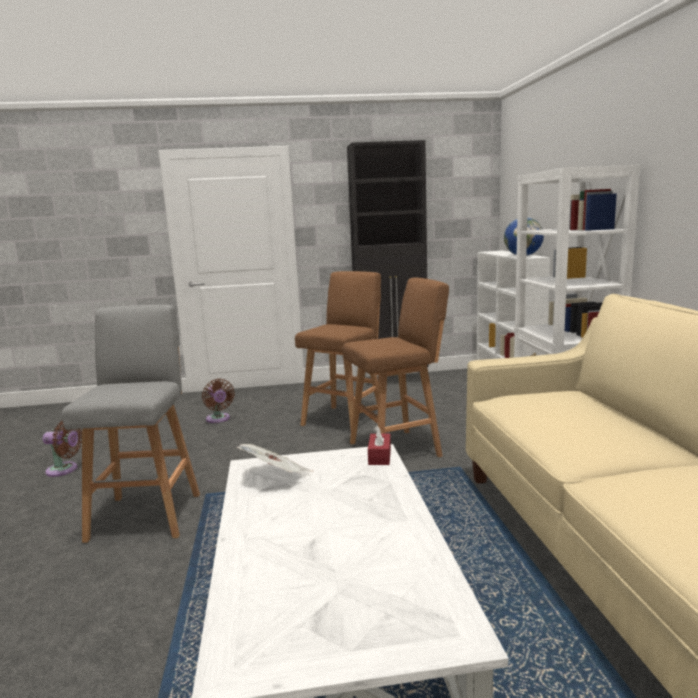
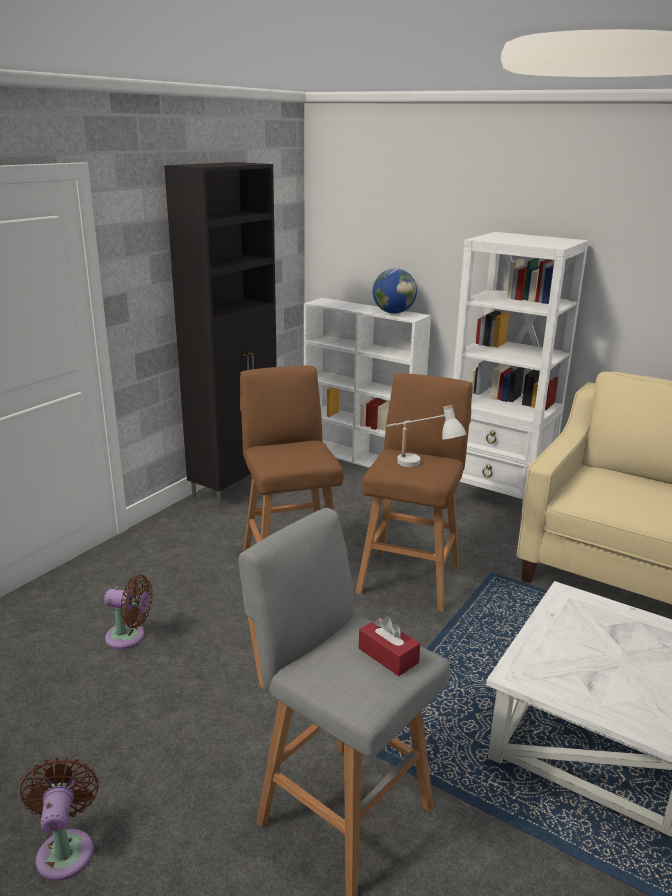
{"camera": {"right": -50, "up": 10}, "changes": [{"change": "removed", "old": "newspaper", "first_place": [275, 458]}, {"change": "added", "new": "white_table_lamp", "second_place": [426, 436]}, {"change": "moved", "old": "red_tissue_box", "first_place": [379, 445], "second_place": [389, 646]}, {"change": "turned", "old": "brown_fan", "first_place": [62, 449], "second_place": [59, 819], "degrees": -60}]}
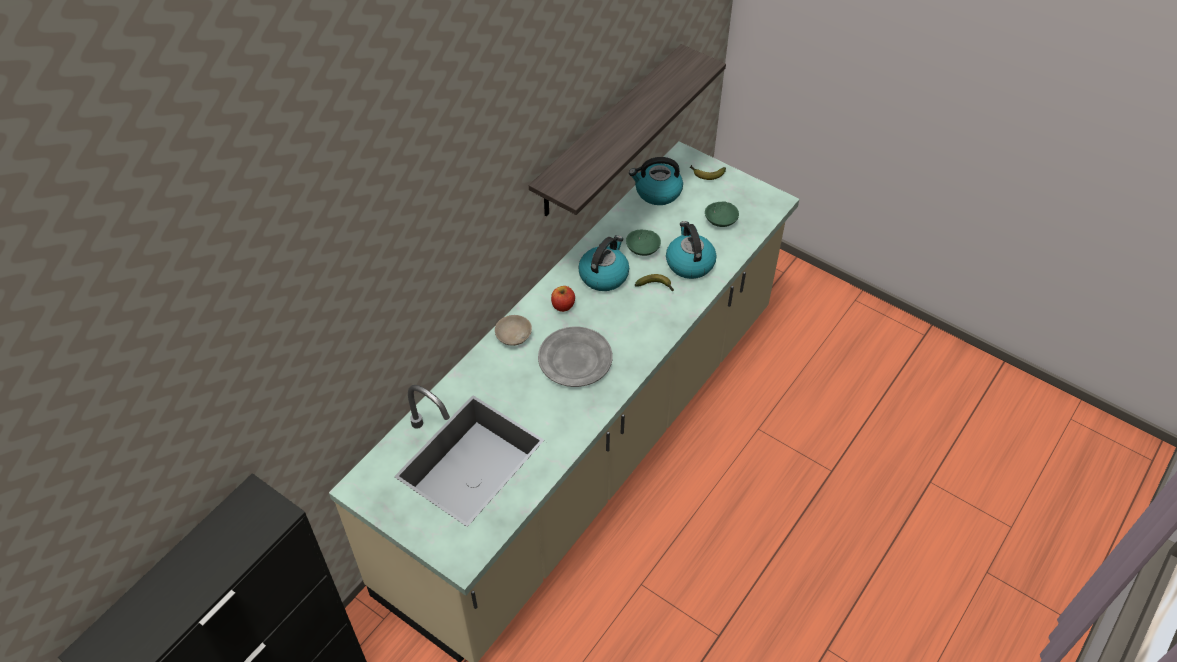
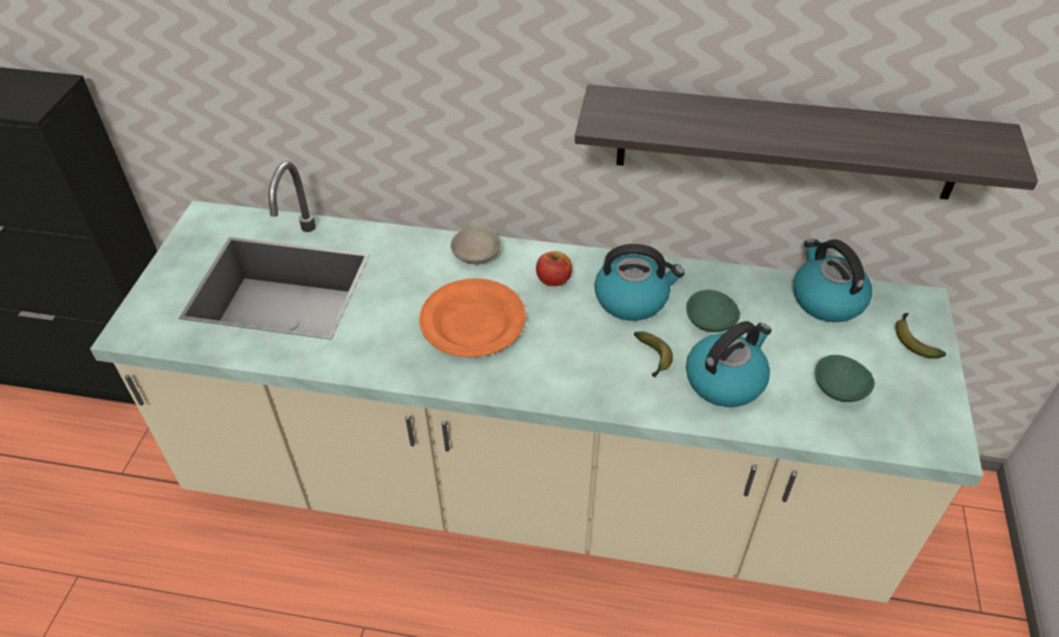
{"camera": {"right": 65, "up": -5}, "changes": [{"change": "recoloured", "old": "grey_plate", "new": "orange_plate", "first_place": [575, 357], "second_place": [472, 317]}]}
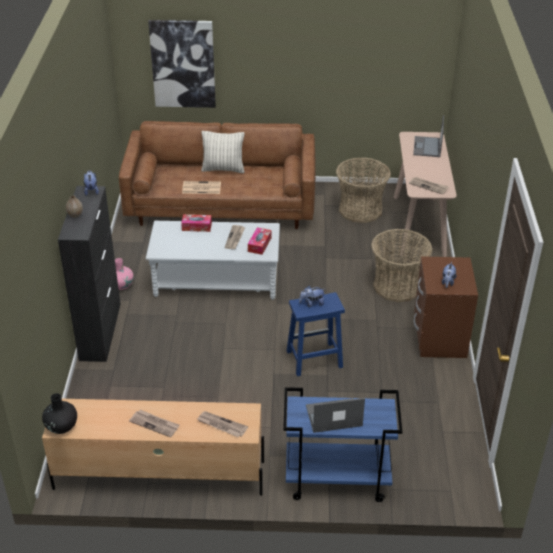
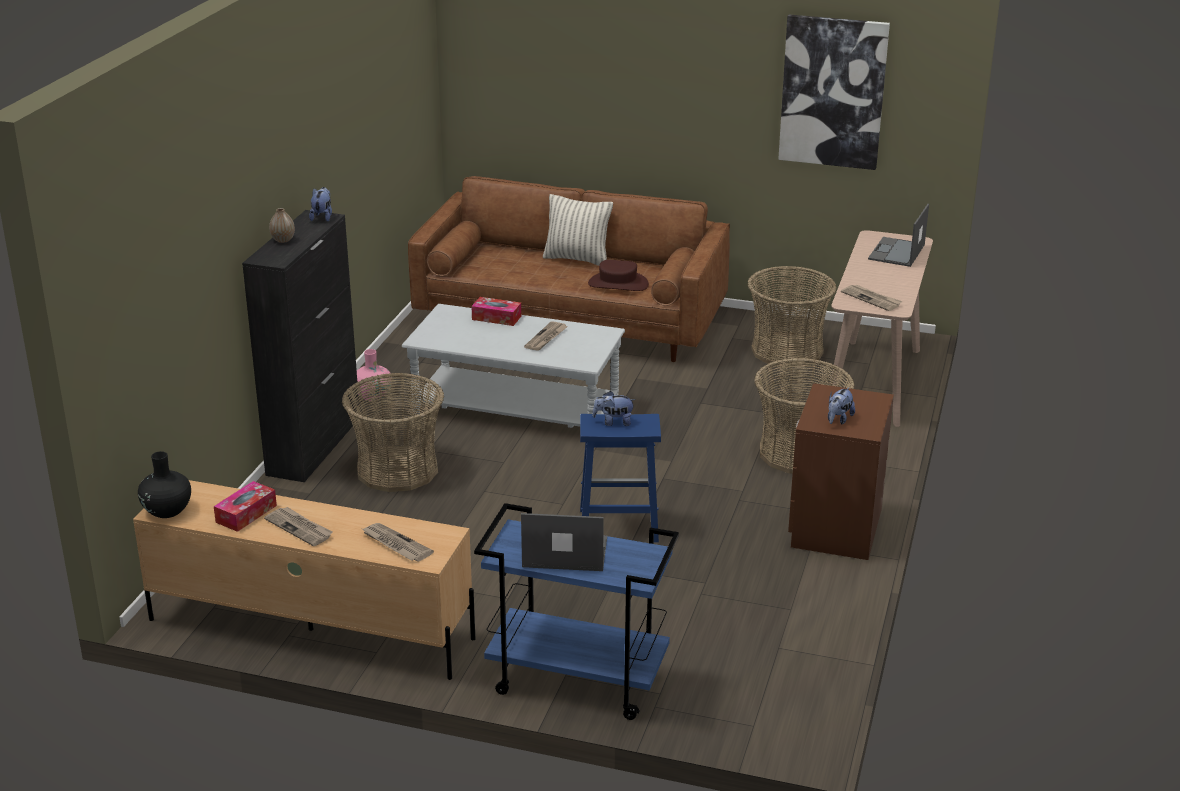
{"camera": {"right": 15, "up": -10}, "changes": [{"change": "removed", "old": "newspaper", "first_place": [201, 187]}, {"change": "added", "new": "basket", "second_place": [393, 432]}, {"change": "added", "new": "brown_hat", "second_place": [618, 275]}, {"change": "moved", "old": "picture", "first_place": [182, 64], "second_place": [834, 92]}, {"change": "moved", "old": "tissue_box", "first_place": [260, 241], "second_place": [245, 506]}]}
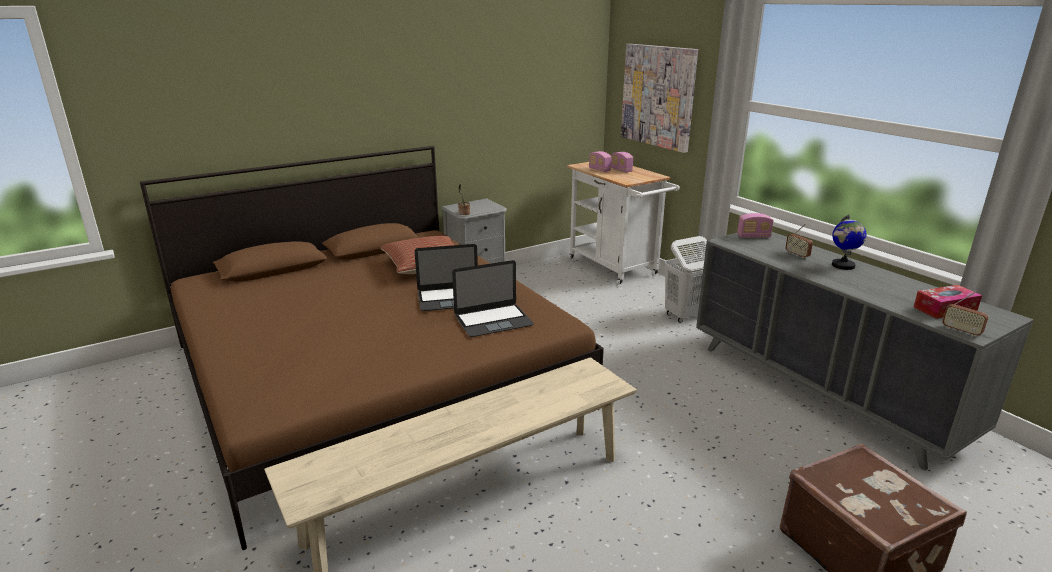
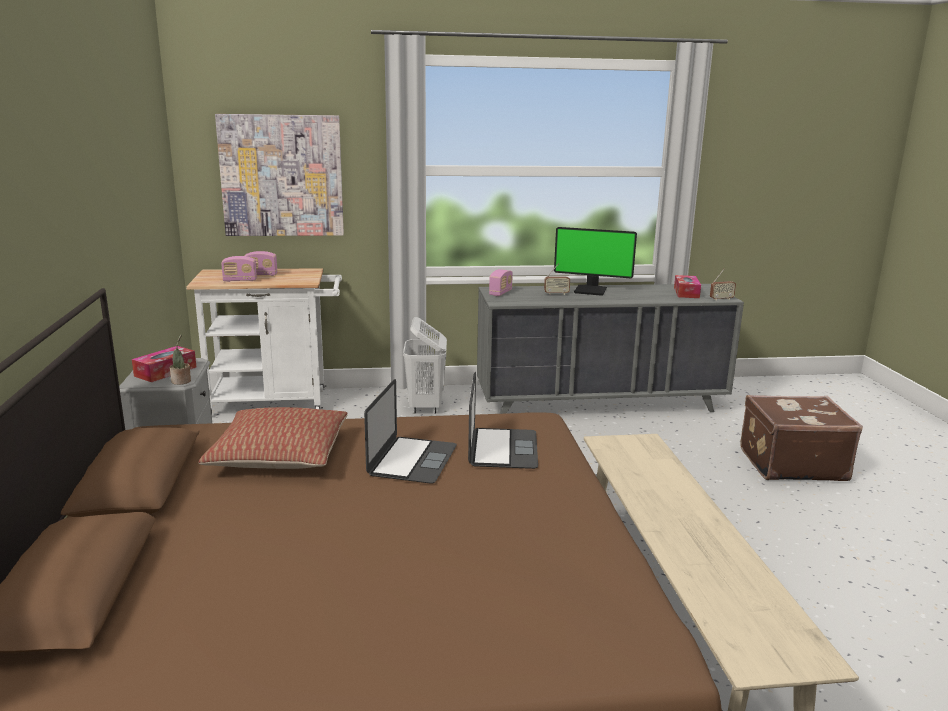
{"camera": {"right": -65, "up": -5}, "changes": [{"change": "added", "new": "tissue_box", "second_place": [164, 364]}, {"change": "replaced", "old": "globe", "new": "monitor", "first_place": [849, 242], "second_place": [595, 261]}]}
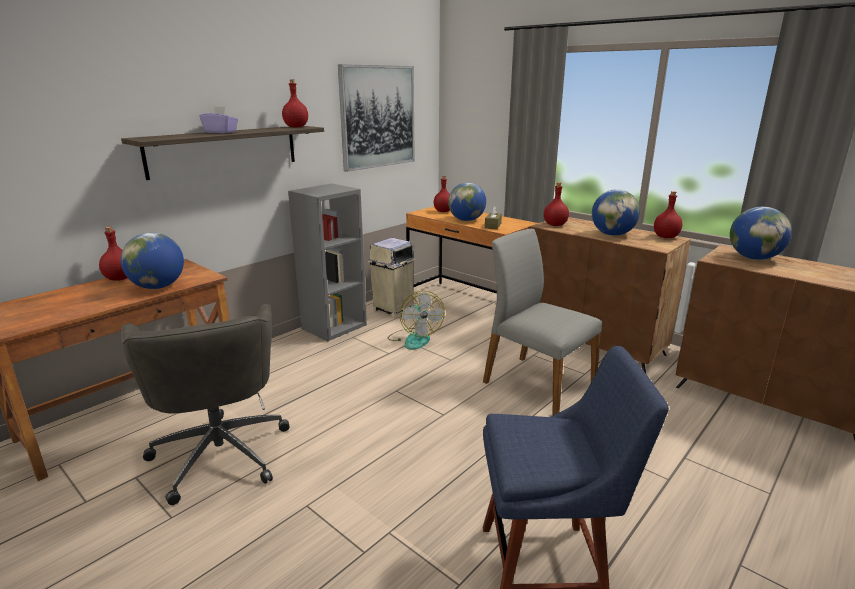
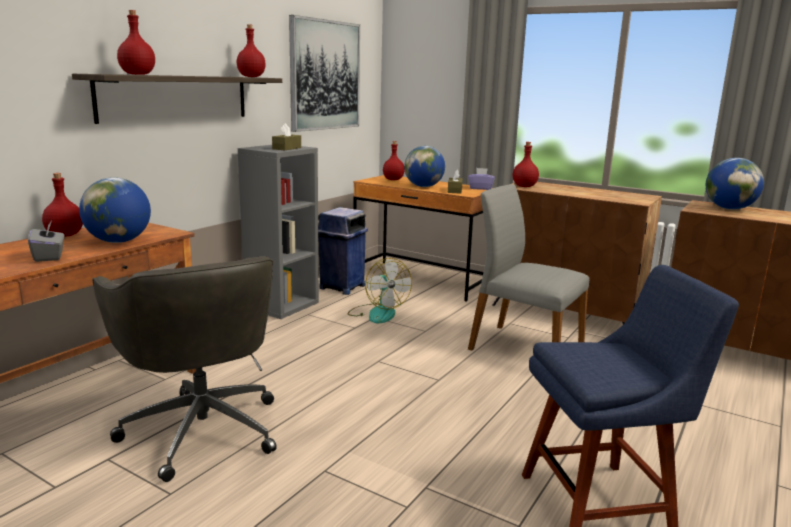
{"camera": {"right": -10, "up": -5}, "changes": [{"change": "removed", "old": "globe", "first_place": [616, 212]}, {"change": "added", "new": "grey_tissue_box", "second_place": [46, 241]}, {"change": "added", "new": "brown_tissue_box", "second_place": [286, 136]}, {"change": "moved", "old": "purple_tissue_box", "first_place": [219, 119], "second_place": [481, 179]}, {"change": "moved", "old": "red_bottle", "first_place": [668, 214], "second_place": [136, 42]}, {"change": "recoloured", "old": "beige_trash_can", "new": "blue_trash_can", "first_place": [391, 277], "second_place": [343, 251]}]}
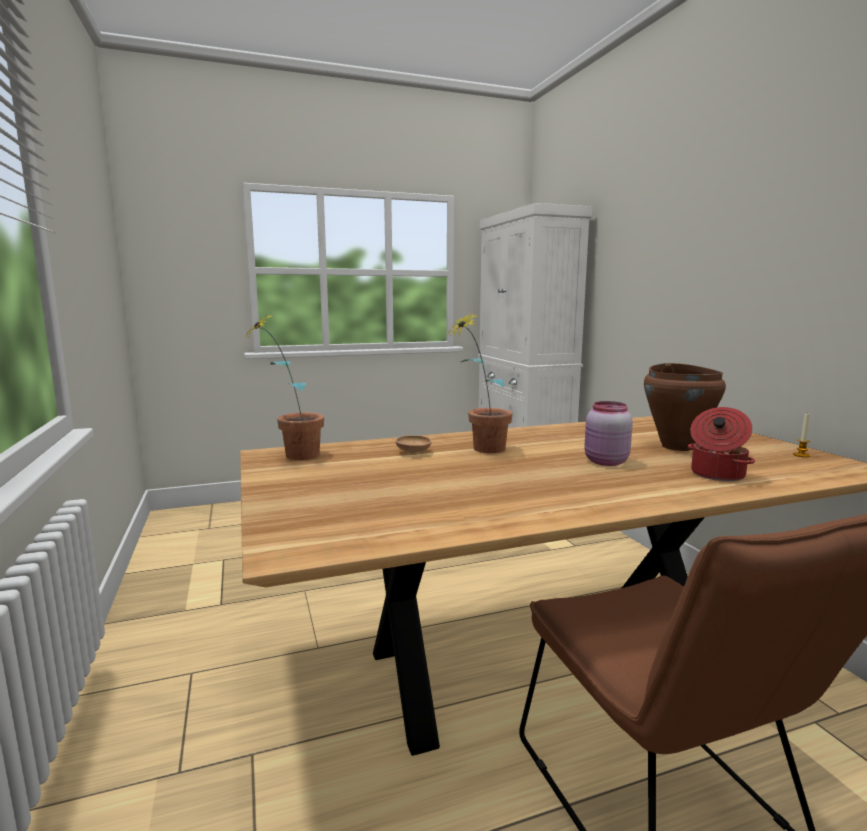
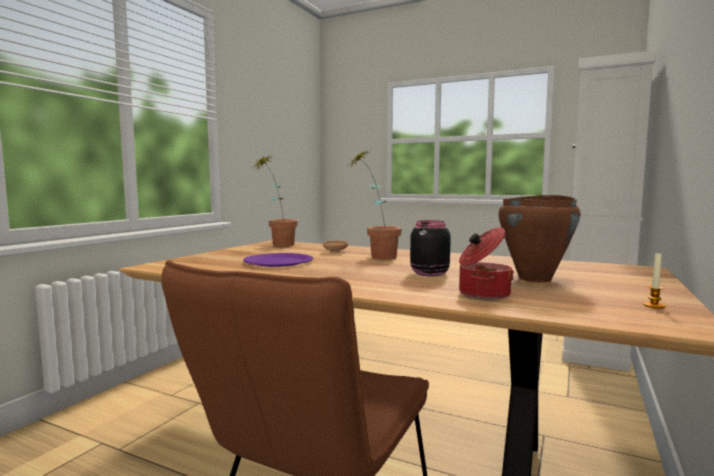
{"camera": {"right": 45, "up": -5}, "changes": [{"change": "added", "new": "purple_plate", "second_place": [278, 260]}, {"change": "recoloured", "old": "pink_jar", "new": "black_jar", "first_place": [608, 433], "second_place": [430, 248]}]}
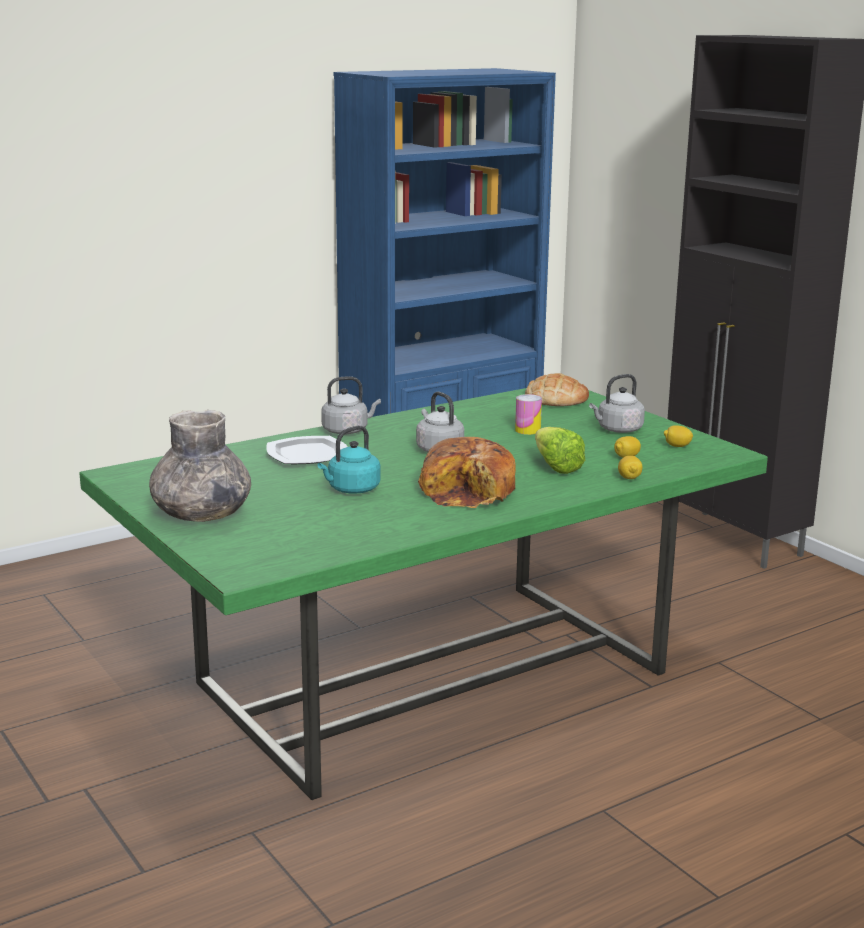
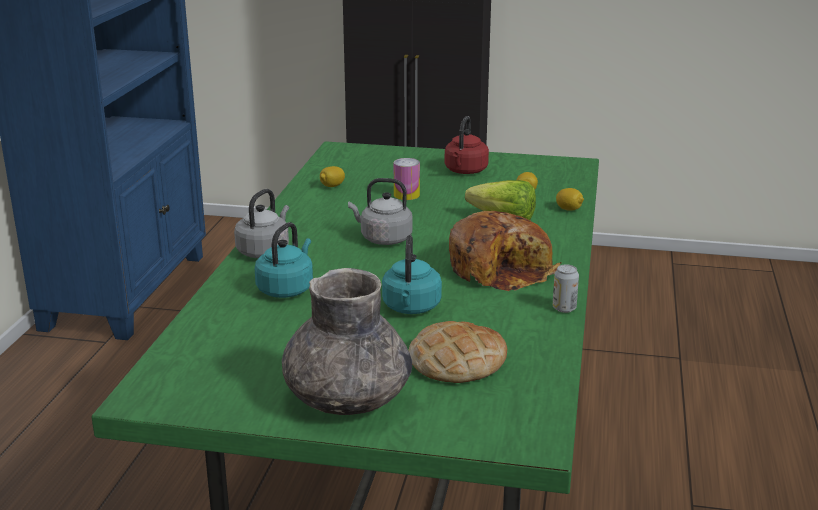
{"camera": {"right": -45, "up": 5}, "changes": [{"change": "added", "new": "can", "second_place": [566, 288]}, {"change": "moved", "old": "bread", "first_place": [557, 389], "second_place": [457, 352]}, {"change": "moved", "old": "lemon", "first_place": [678, 436], "second_place": [332, 176]}, {"change": "replaced", "old": "plate", "new": "turquoise_kettle", "first_place": [307, 450], "second_place": [284, 260]}, {"change": "recoloured", "old": "grey_kettle", "new": "red_kettle", "first_place": [617, 403], "second_place": [467, 145]}]}
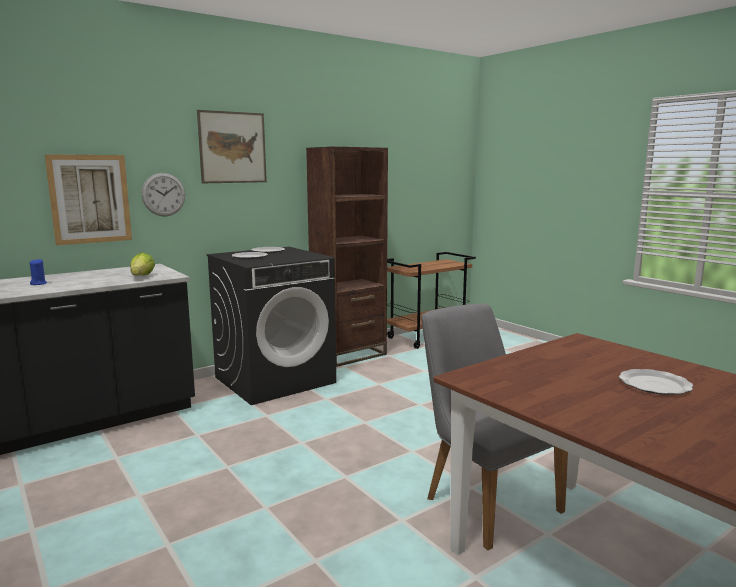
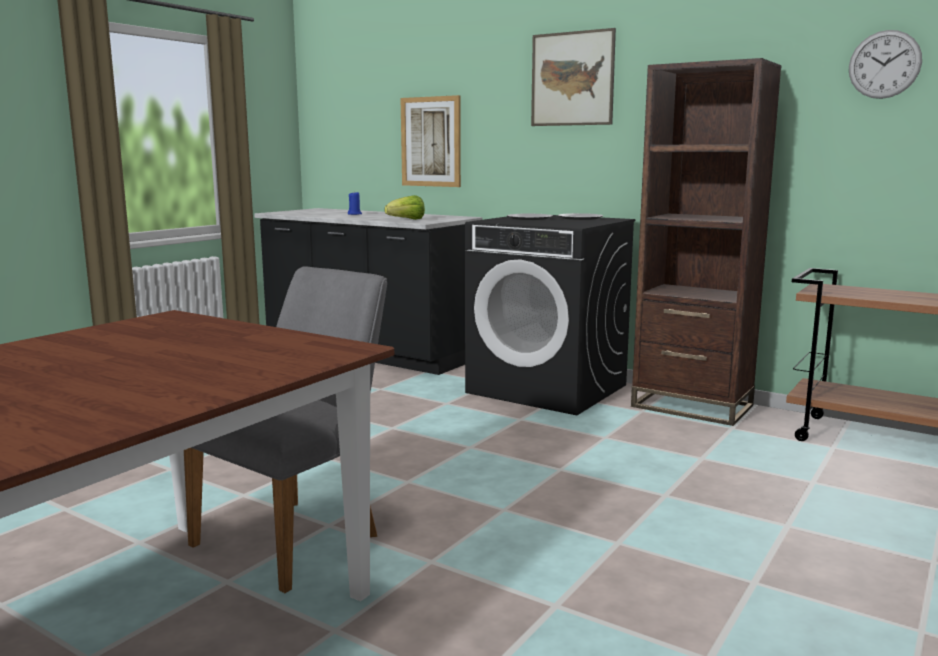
{"camera": {"right": 70, "up": 0}, "changes": [{"change": "removed", "old": "plate", "first_place": [656, 382]}, {"change": "moved", "old": "wall_clock", "first_place": [163, 194], "second_place": [885, 64]}]}
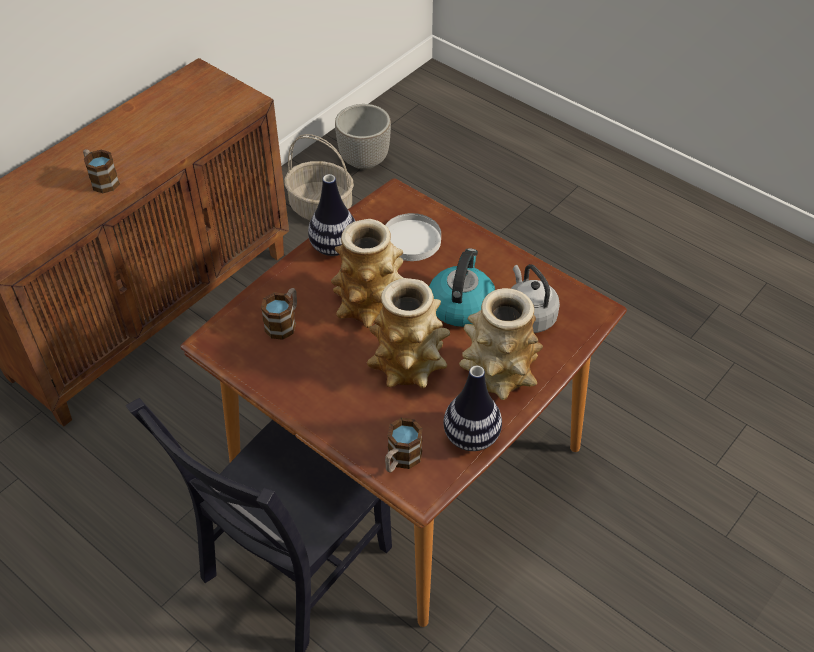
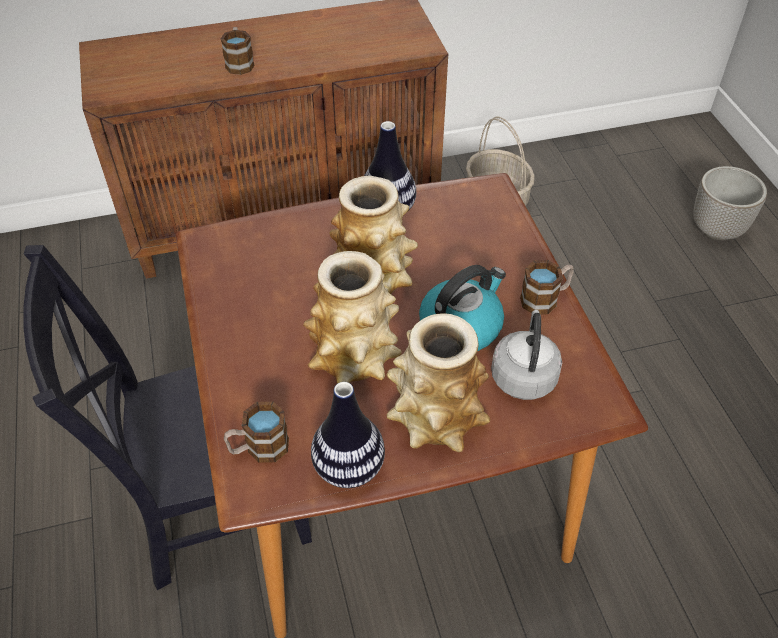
{"camera": {"right": 35, "up": 0}, "changes": [{"change": "removed", "old": "white_plate", "first_place": [413, 237]}, {"change": "moved", "old": "mug", "first_place": [279, 314], "second_place": [547, 287]}, {"change": "moved", "old": "planter", "first_place": [363, 137], "second_place": [730, 203]}]}
